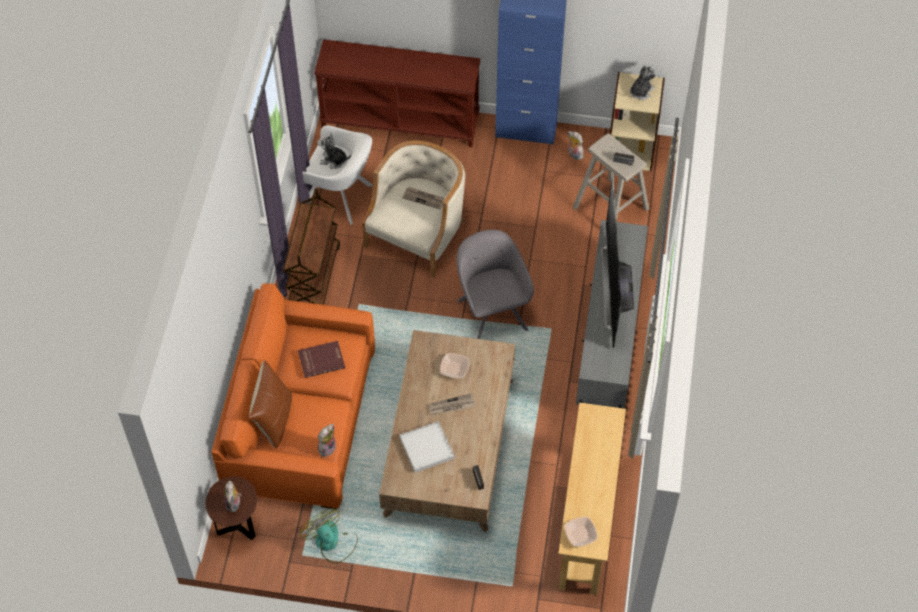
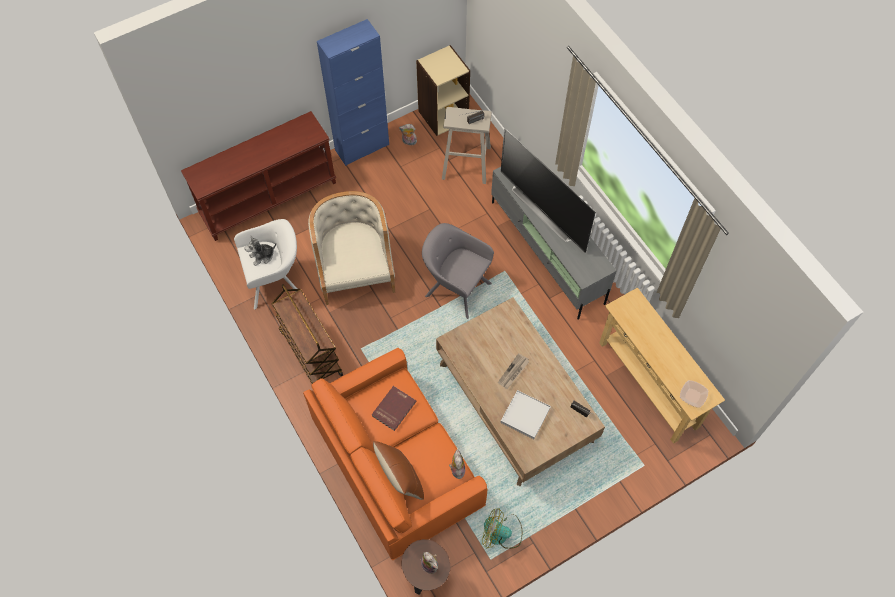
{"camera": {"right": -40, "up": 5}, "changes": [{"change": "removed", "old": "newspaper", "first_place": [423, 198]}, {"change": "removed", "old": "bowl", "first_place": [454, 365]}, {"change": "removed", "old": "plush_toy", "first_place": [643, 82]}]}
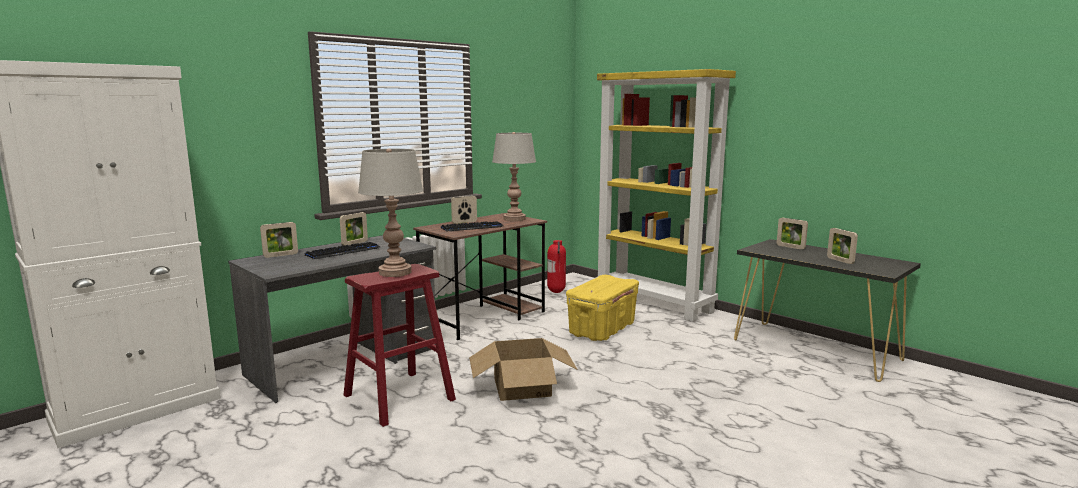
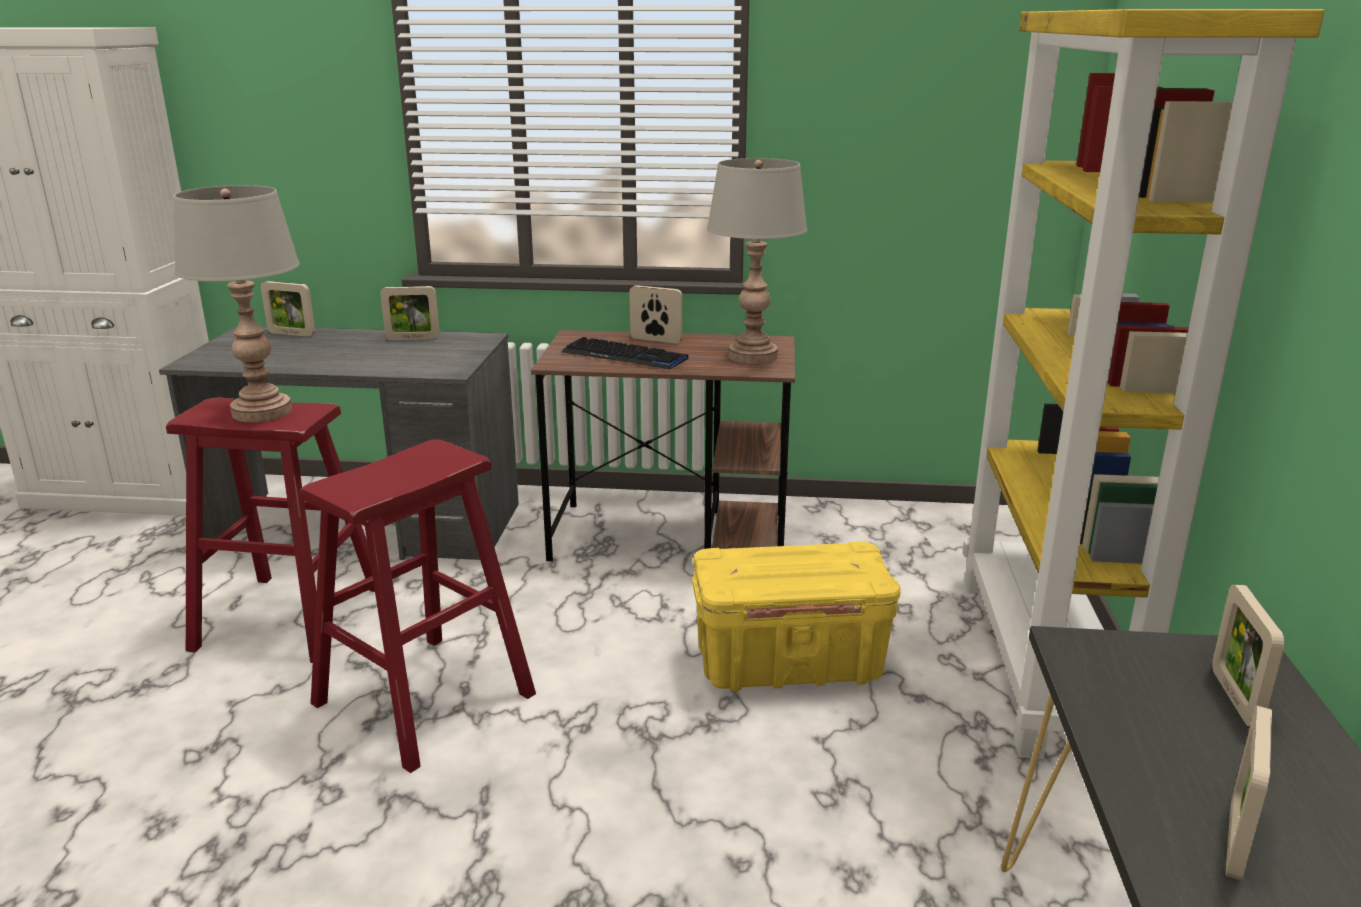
{"camera": {"right": 50, "up": 10}, "changes": [{"change": "removed", "old": "keyboard", "first_place": [342, 250]}, {"change": "removed", "old": "fire_extinguisher", "first_place": [556, 266]}, {"change": "replaced", "old": "cardboard_box", "new": "red_stool", "first_place": [523, 369], "second_place": [417, 606]}]}
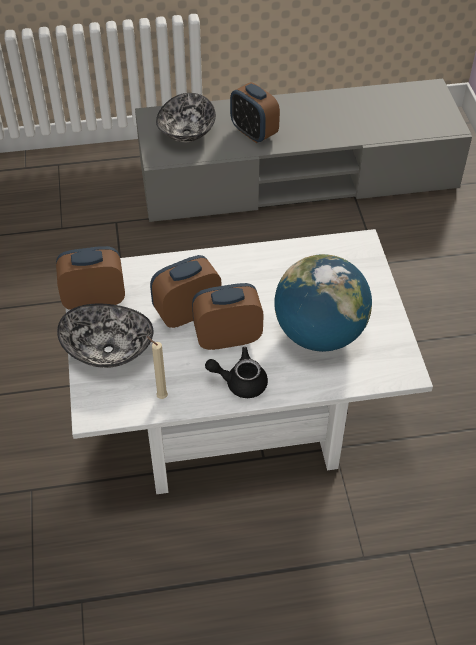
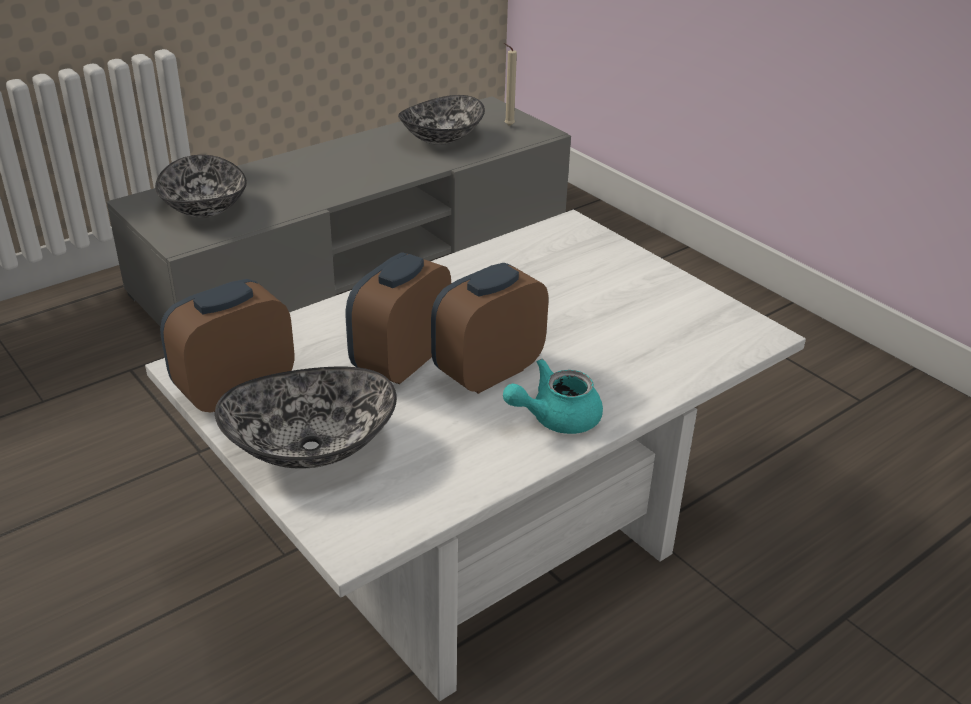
{"camera": {"right": -30, "up": -15}, "changes": [{"change": "removed", "old": "alarm_clock", "first_place": [255, 112]}, {"change": "removed", "old": "globe", "first_place": [323, 303]}, {"change": "added", "new": "bowl", "second_place": [441, 120]}, {"change": "moved", "old": "beige_candle", "first_place": [157, 367], "second_place": [510, 84]}, {"change": "recoloured", "old": "black_teapot", "new": "turquoise_teapot", "first_place": [236, 372], "second_place": [553, 396]}]}
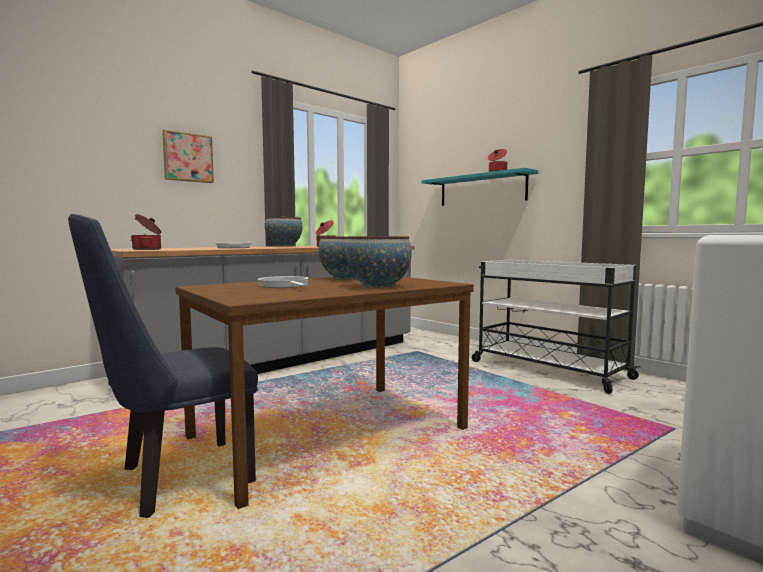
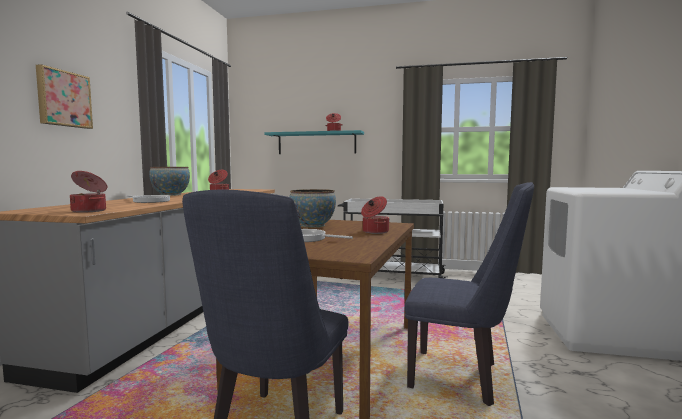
{"camera": {"right": -35, "up": 0}, "changes": [{"change": "added", "new": "blue_chair", "second_place": [469, 294]}, {"change": "replaced", "old": "bowl", "new": "cooking_pot", "first_place": [379, 262], "second_place": [375, 215]}]}
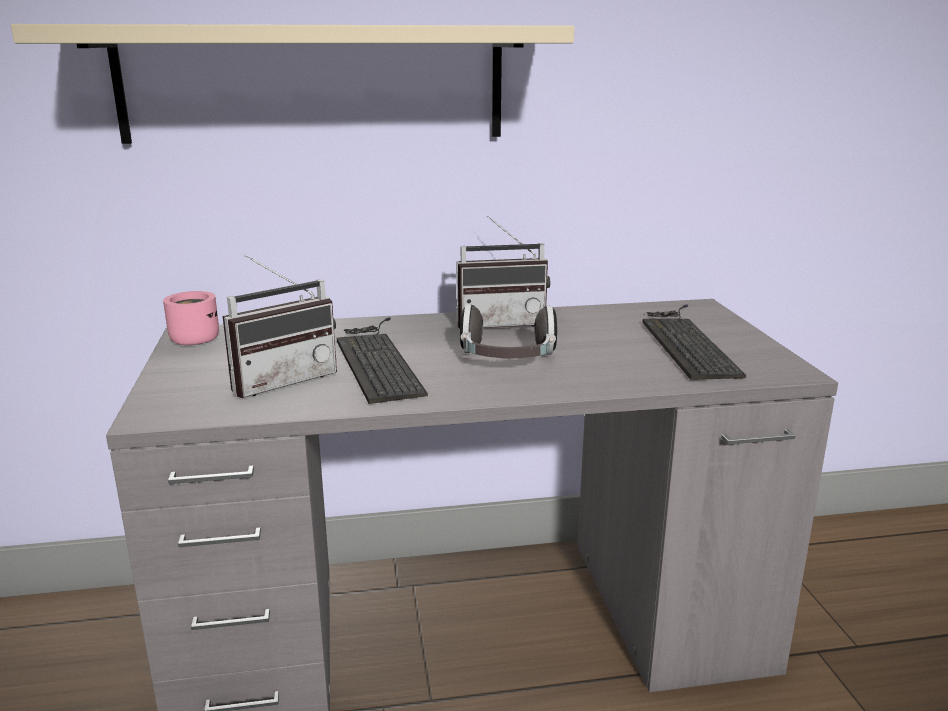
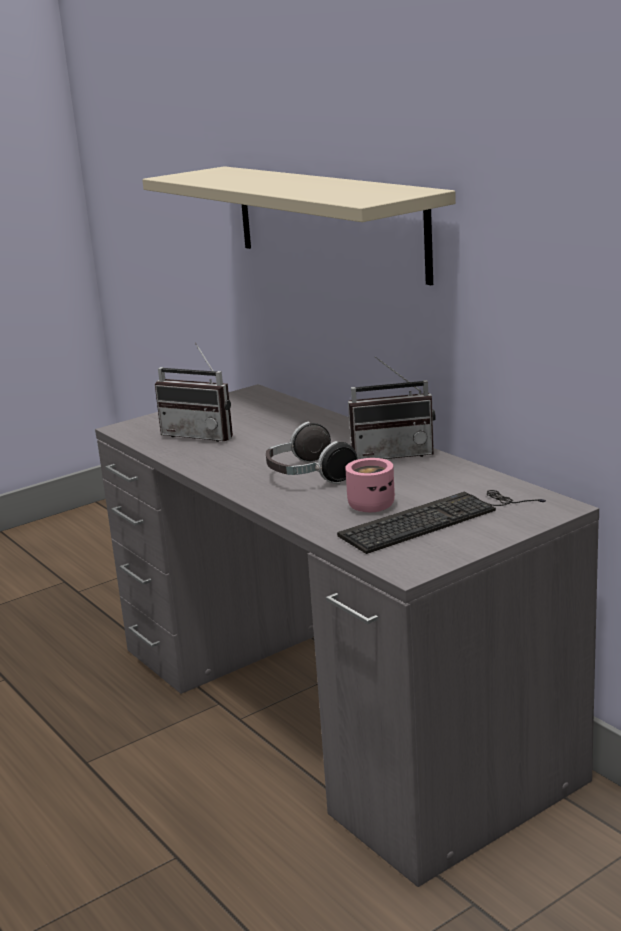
{"camera": {"right": 65, "up": 0}, "changes": [{"change": "removed", "old": "keyboard", "first_place": [382, 360]}, {"change": "moved", "old": "pink_mug", "first_place": [191, 318], "second_place": [370, 485]}, {"change": "turned", "old": "radio", "first_place": [503, 271], "second_place": [392, 408], "degrees": -60}]}
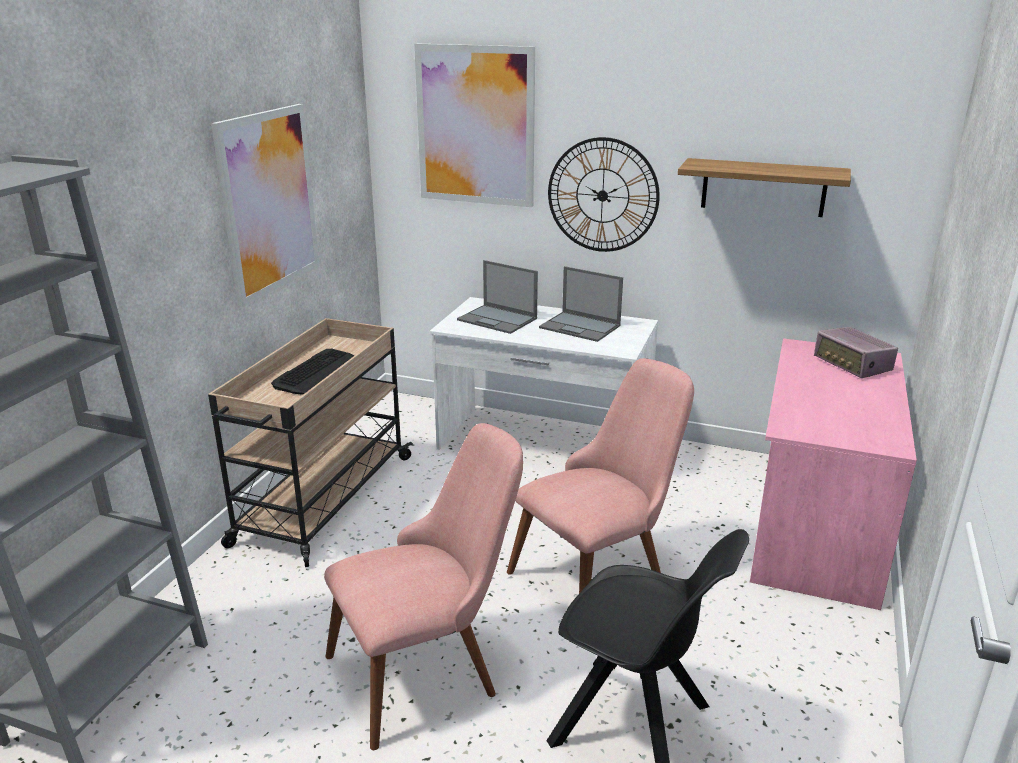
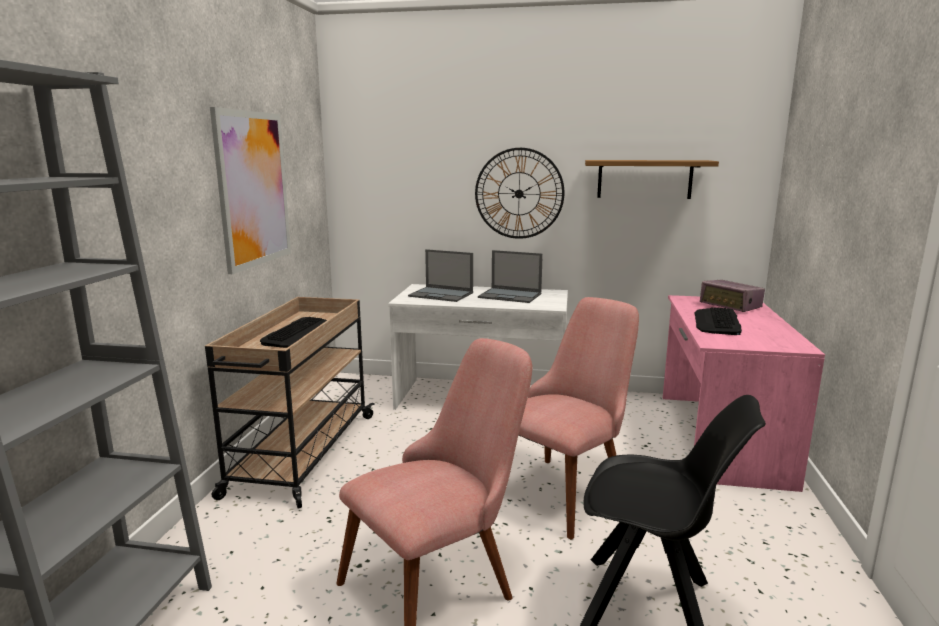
{"camera": {"right": -10, "up": -10}, "changes": [{"change": "removed", "old": "picture", "first_place": [474, 125]}, {"change": "added", "new": "keyboard", "second_place": [718, 321]}]}
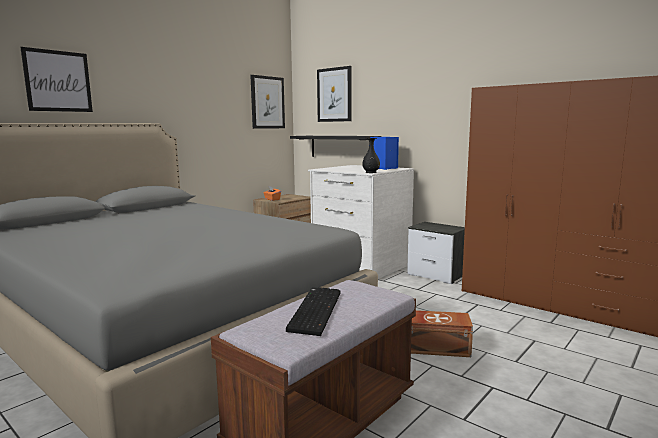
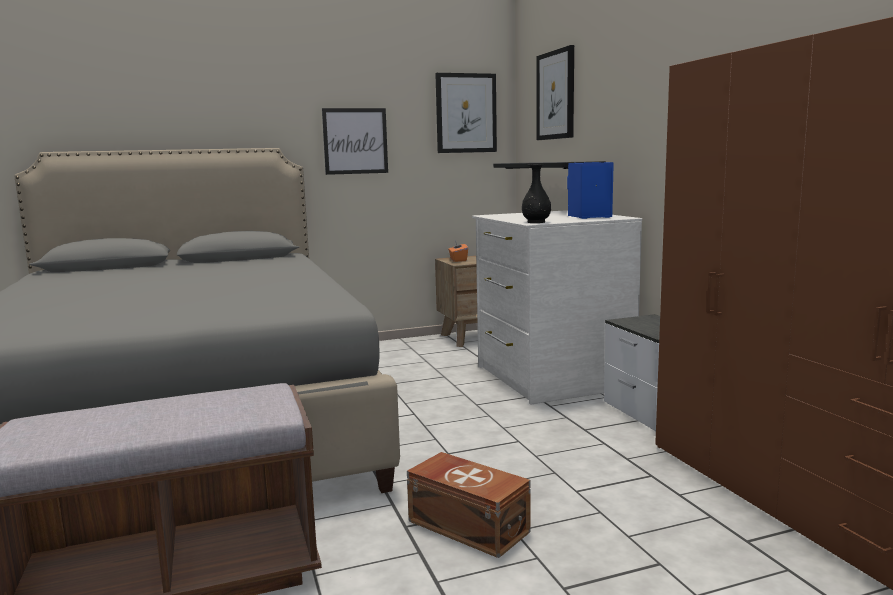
{"camera": {"right": 30, "up": 0}, "changes": [{"change": "removed", "old": "keyboard", "first_place": [313, 311]}, {"change": "moved", "old": "picture", "first_place": [56, 79], "second_place": [355, 141]}]}
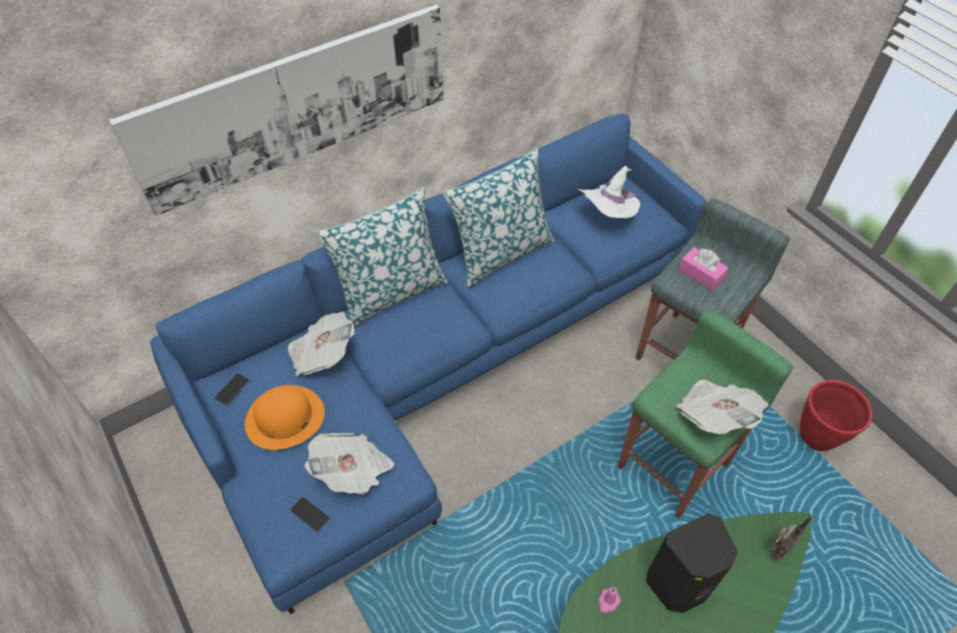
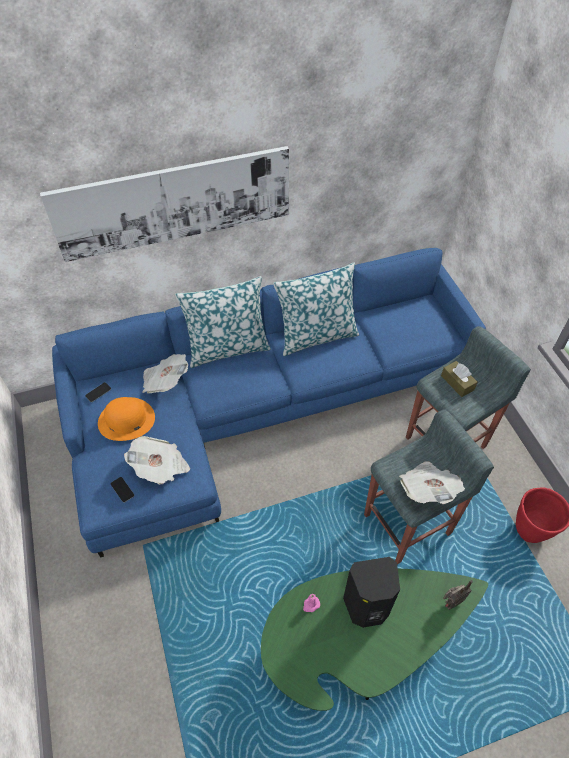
{"camera": {"right": 15, "up": 0}, "changes": [{"change": "removed", "old": "white_hat", "first_place": [609, 192]}, {"change": "recoloured", "old": "green_stool", "new": "grey_stool", "first_place": [706, 414], "second_place": [429, 486]}, {"change": "recoloured", "old": "pink_tissue_box", "new": "brown_tissue_box", "first_place": [704, 269], "second_place": [459, 379]}]}
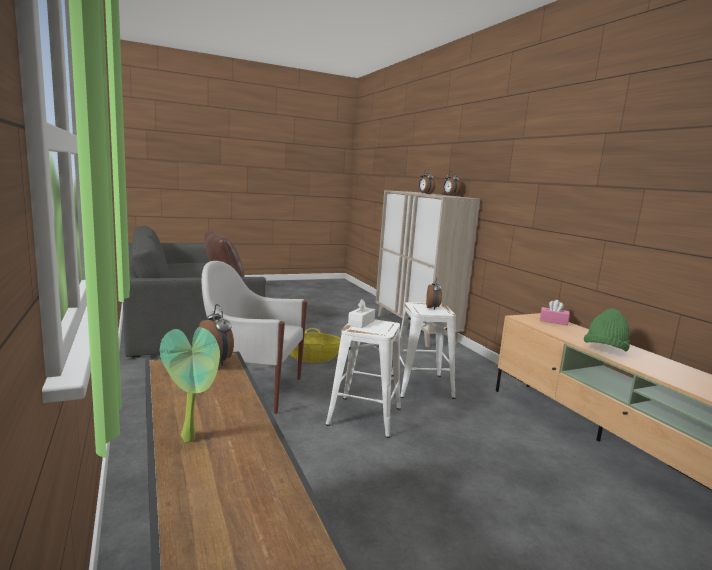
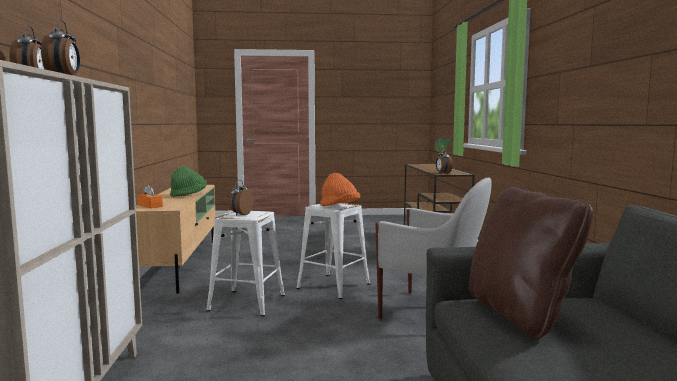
{"camera": {"right": -160, "up": -5}, "changes": [{"change": "removed", "old": "basket", "first_place": [315, 345]}, {"change": "replaced", "old": "white_tissue_box", "new": "orange_hat", "first_place": [361, 313], "second_place": [340, 189]}, {"change": "recoloured", "old": "pink_tissue_box", "new": "orange_tissue_box", "first_place": [555, 312], "second_place": [150, 196]}]}
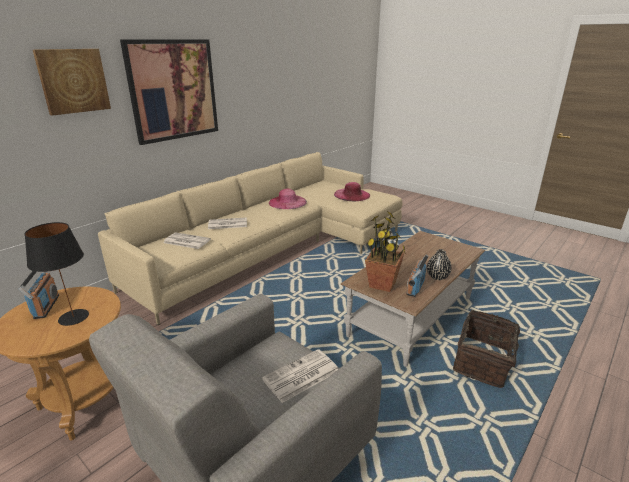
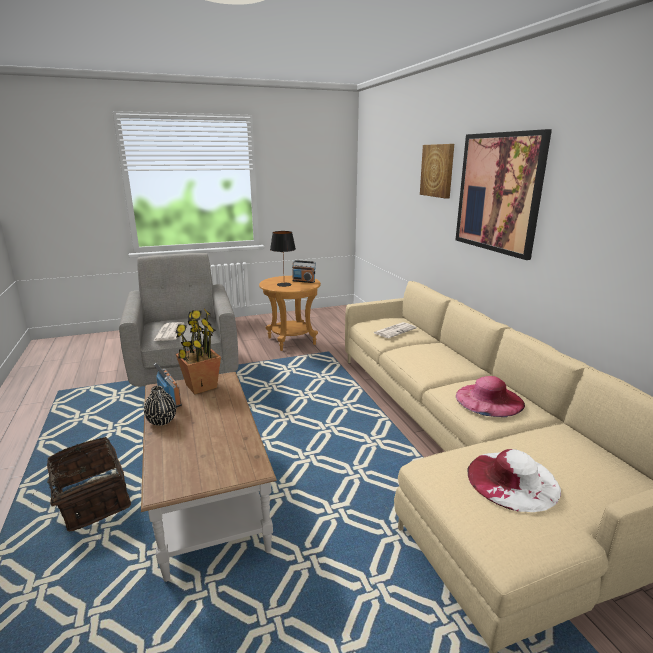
{"camera": {"right": 120, "up": -5}, "changes": [{"change": "removed", "old": "newspaper", "first_place": [227, 223]}, {"change": "recoloured", "old": "pink_hat", "new": "white_hat", "first_place": [352, 191], "second_place": [514, 480]}]}
